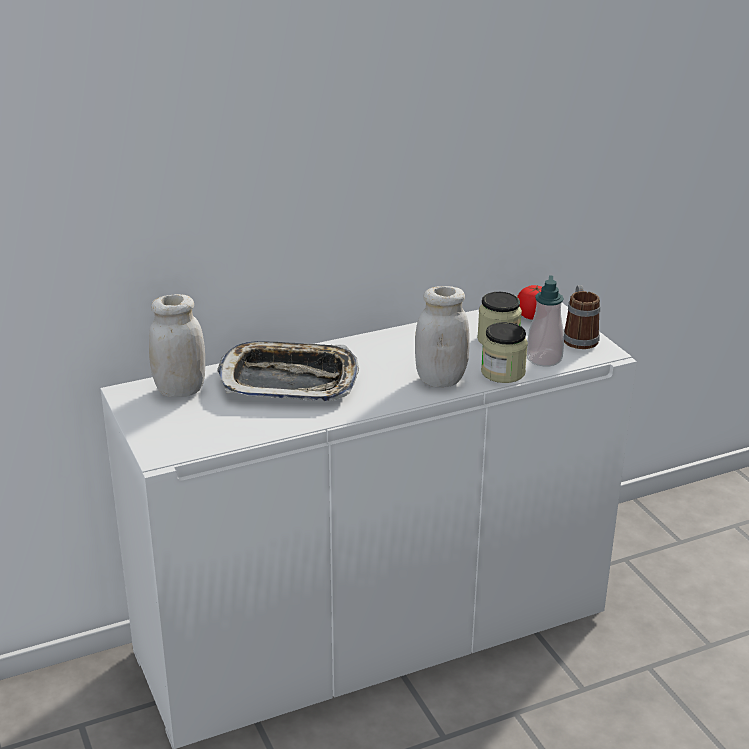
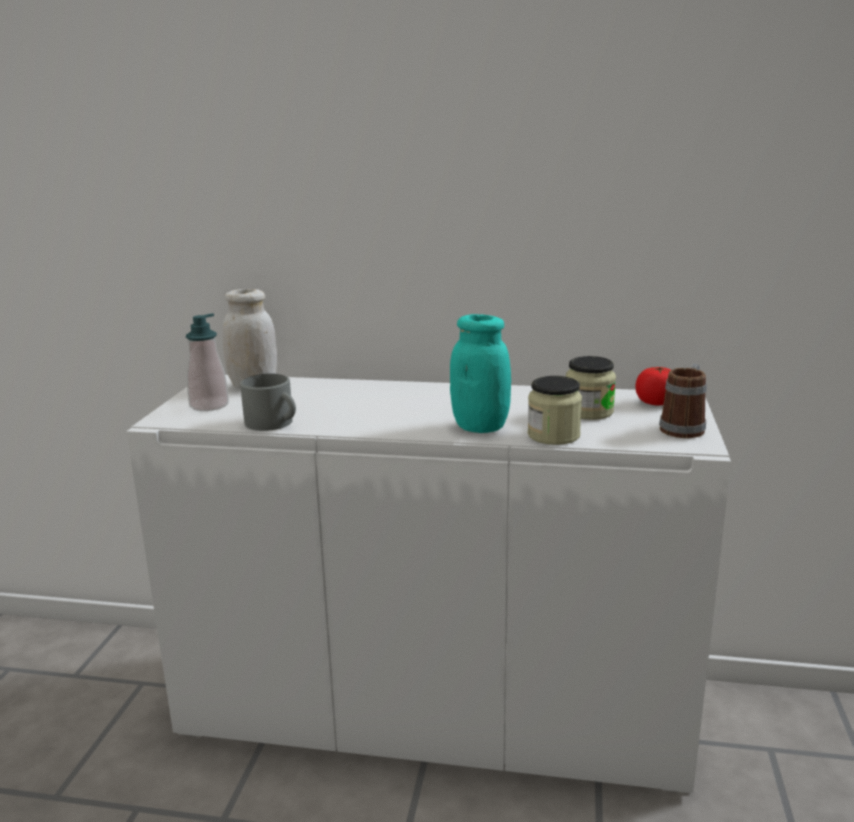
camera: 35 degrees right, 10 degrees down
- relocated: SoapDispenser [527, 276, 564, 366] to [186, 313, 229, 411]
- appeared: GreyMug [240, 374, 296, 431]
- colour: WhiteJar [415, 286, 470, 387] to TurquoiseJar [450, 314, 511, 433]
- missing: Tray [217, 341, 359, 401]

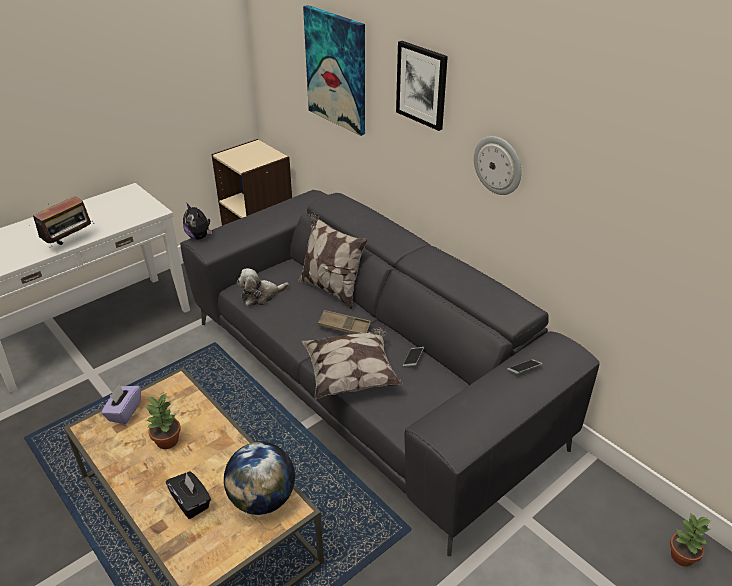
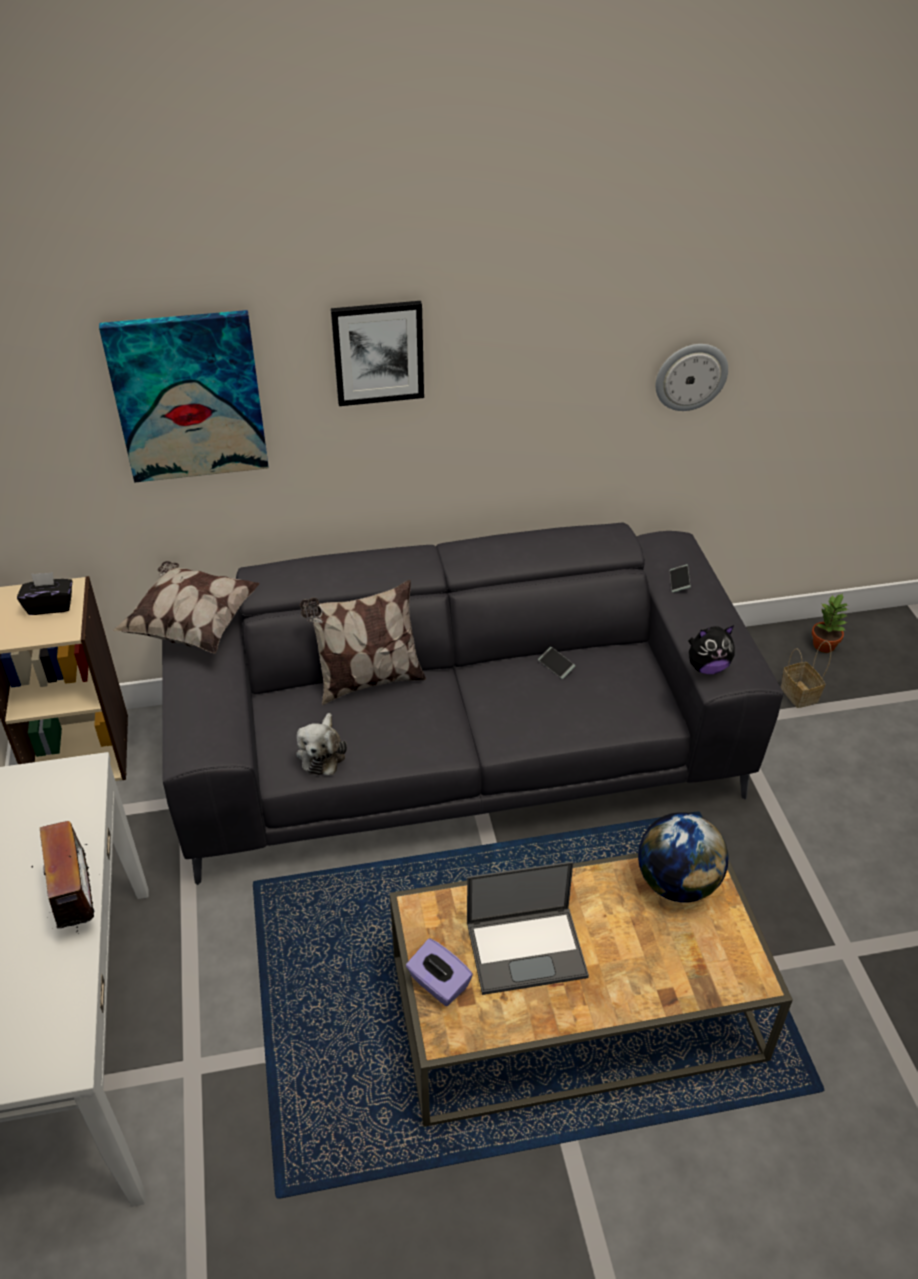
camera: 60 degrees left, 5 degrees up
- relocated: BlackTissueBox [166, 471, 211, 519] to [17, 572, 72, 615]
- relocated: Pillow [302, 327, 403, 400] to [112, 561, 259, 654]
- exchanged: PottedPlant [144, 392, 181, 449] to Laptop [467, 861, 589, 995]
- relocated: WallClock [474, 136, 522, 195] to [656, 344, 728, 411]
- relocated: PlushToy [183, 203, 212, 240] to [688, 625, 735, 674]
- appeared: Basket [781, 641, 831, 708]
- missing: BrownTray [318, 310, 371, 334]

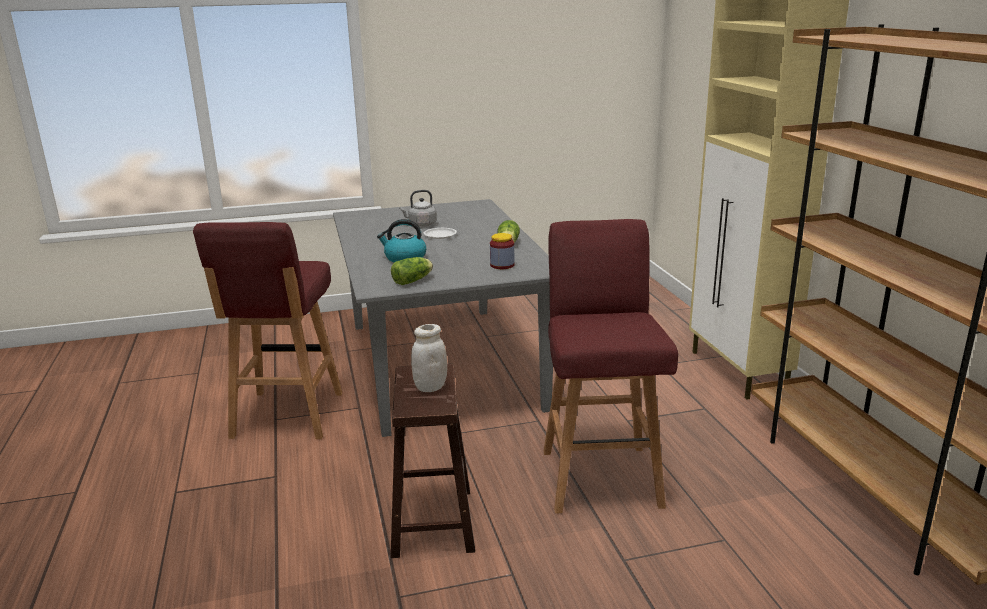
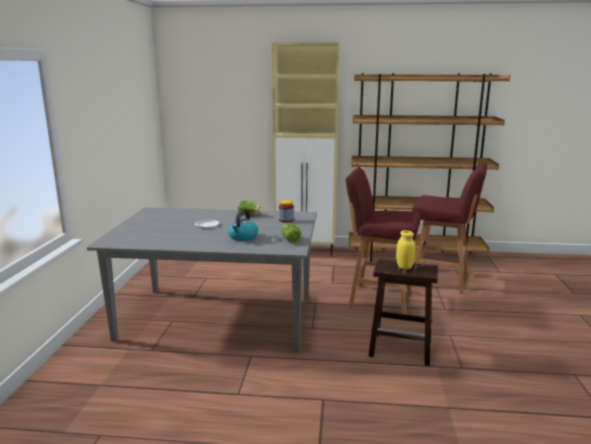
camera: 70 degrees left, 5 degrees down
- colour: WhiteJar [411, 324, 447, 392] to YellowJar [396, 230, 415, 269]
- relocated: RedStool [193, 222, 342, 439] to [411, 163, 487, 294]
- missing: GreyKettle [399, 190, 437, 227]

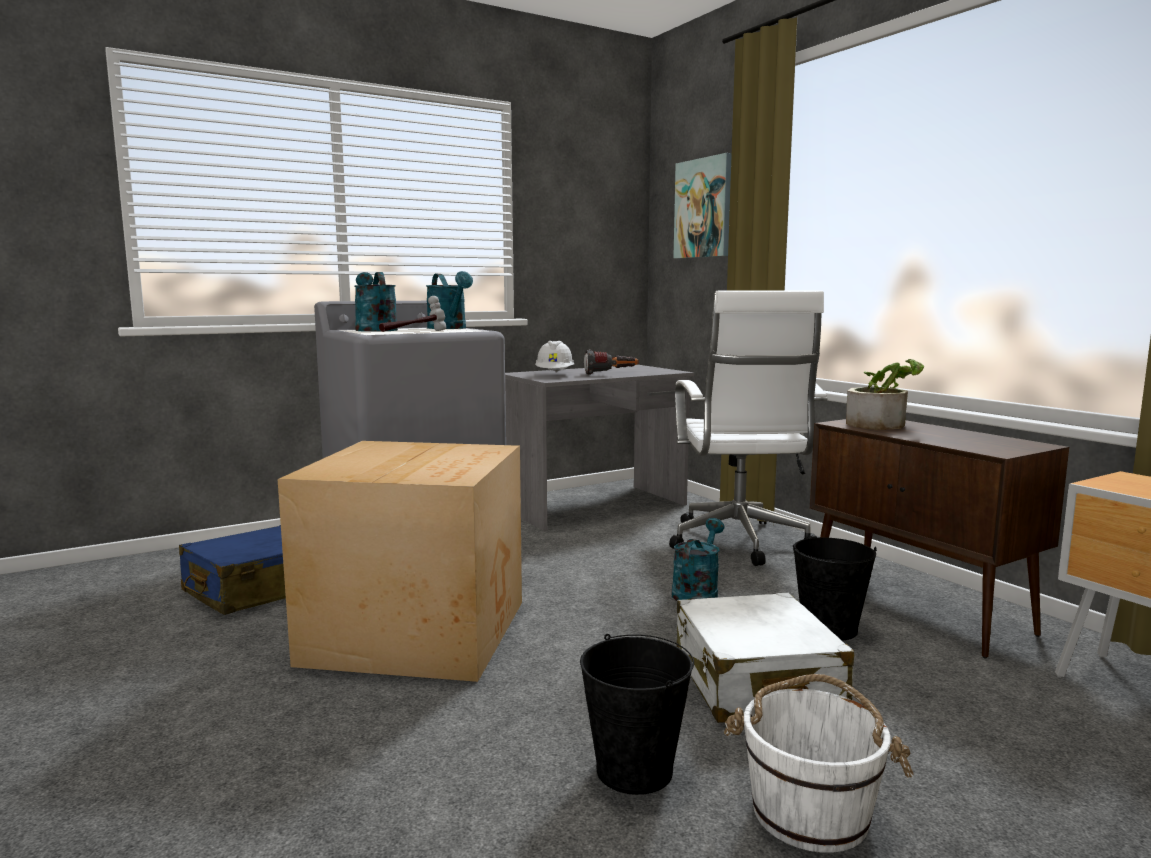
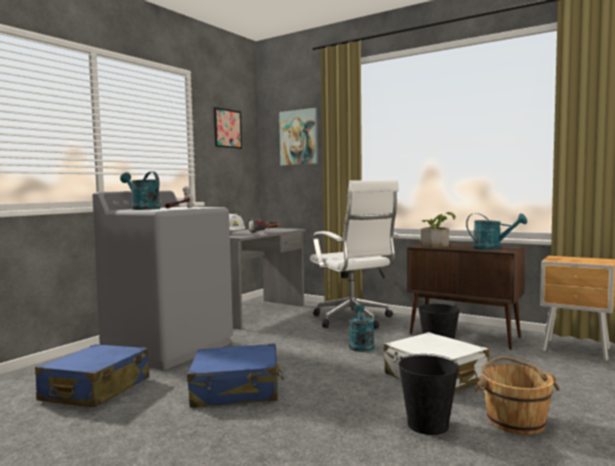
camera: 25 degrees left, 5 degrees down
- exchanged: CardboardBox [277, 441, 522, 682] to BlueSuitcase [187, 344, 284, 408]
- appeared: Picture [214, 107, 242, 149]
- relocated: TurquoiseWateringCan [426, 271, 473, 329] to [466, 213, 527, 250]
- colour: WhiteBucket [724, 674, 914, 853] to BrownBucket [474, 356, 560, 435]

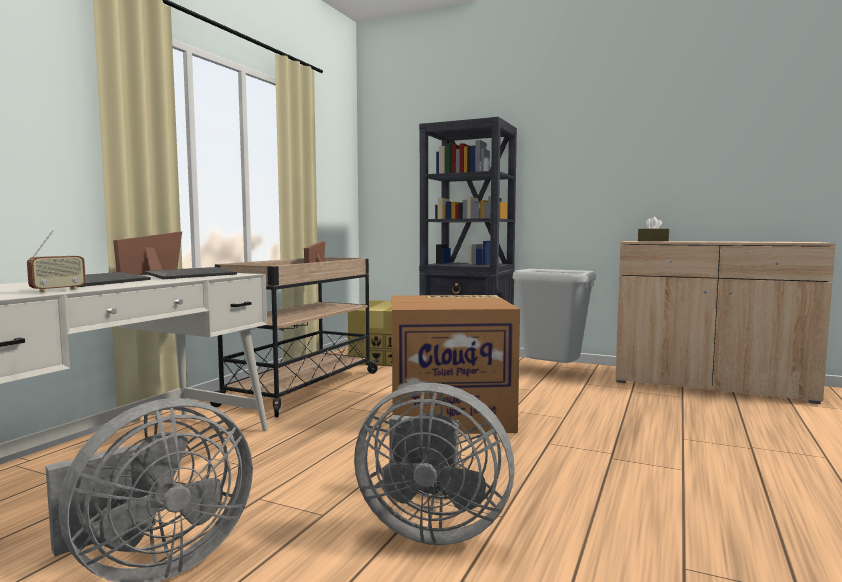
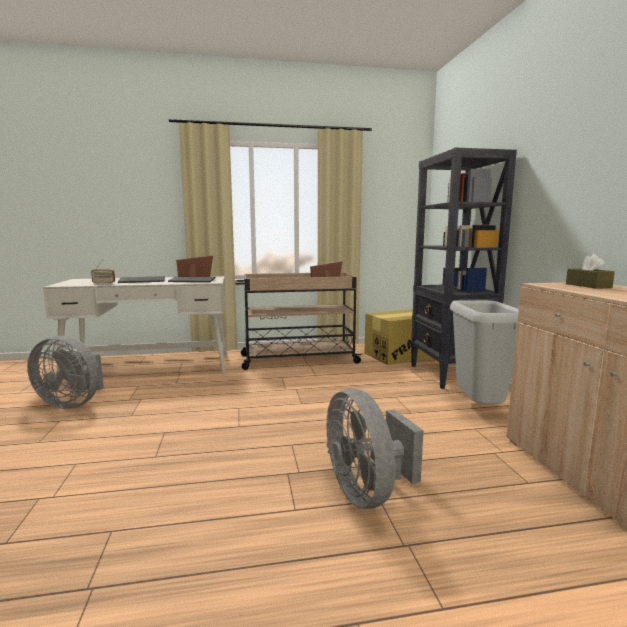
camera: 55 degrees right, 5 degrees up
- relocated: GreyFan [354, 383, 515, 545] to [327, 389, 424, 509]
- missing: CardboardBox [392, 295, 520, 434]

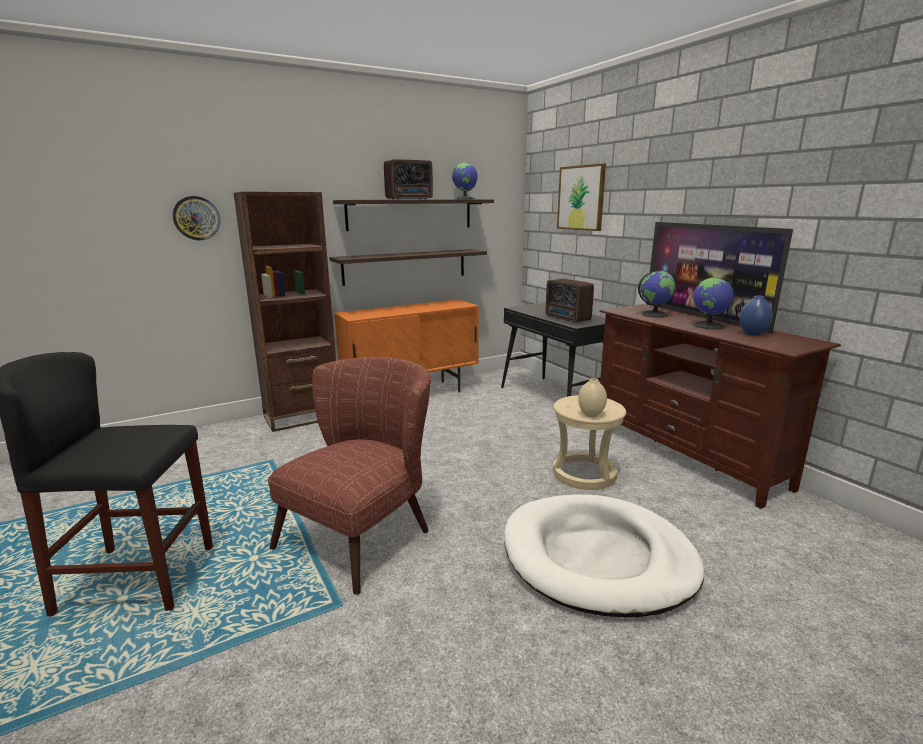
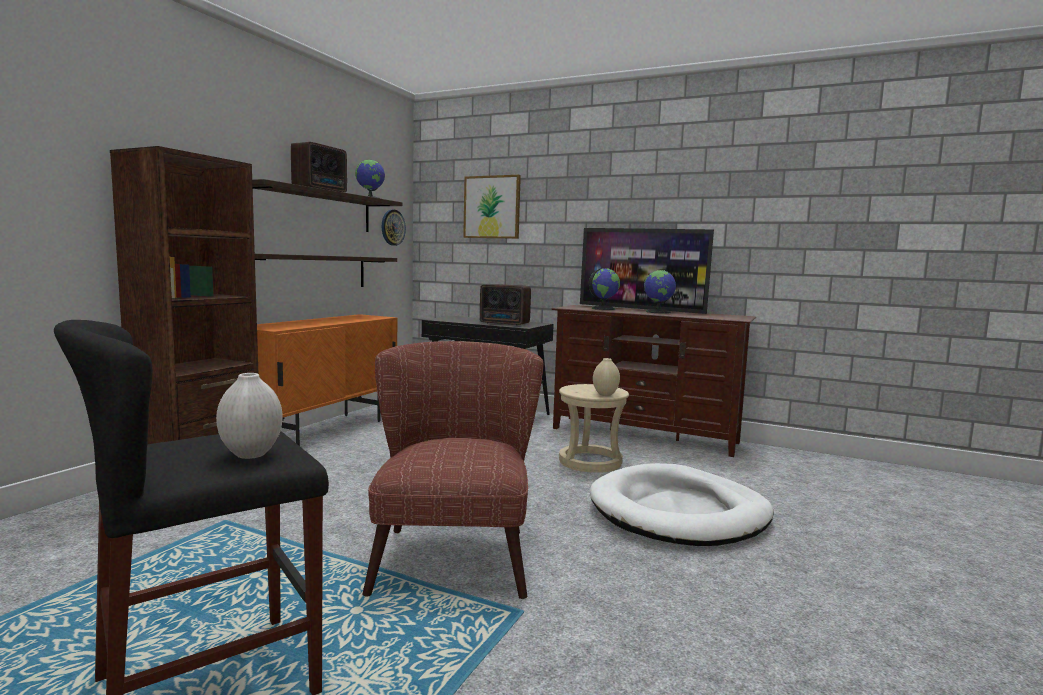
camera: 35 degrees left, 10 degrees down
- appeared: WhiteVase [216, 373, 283, 459]
- relocated: WallClock [173, 196, 220, 240] to [382, 210, 406, 246]
- missing: BlueVase [740, 295, 772, 336]

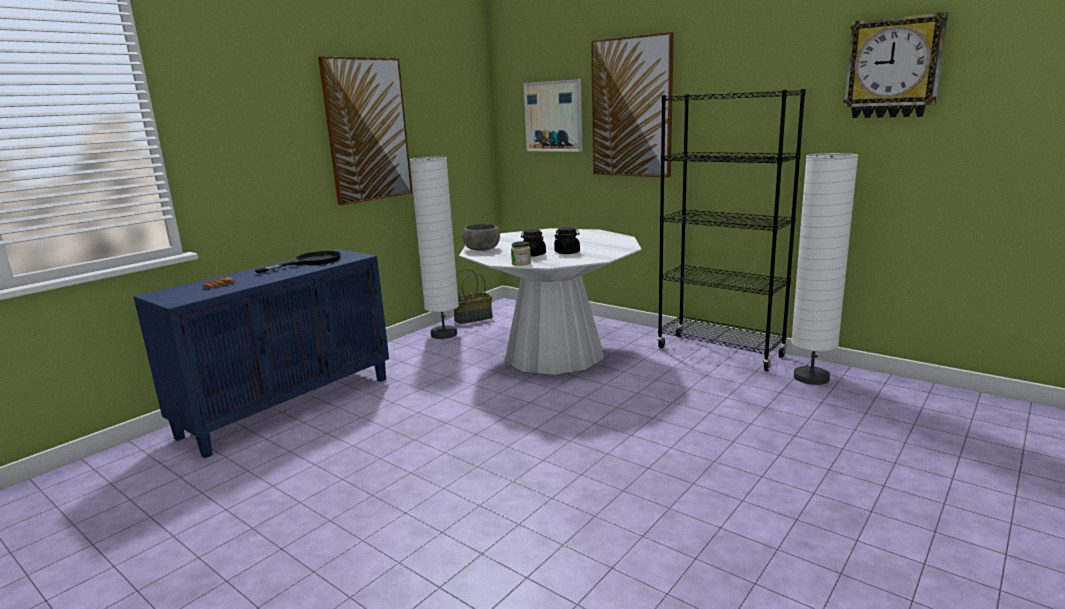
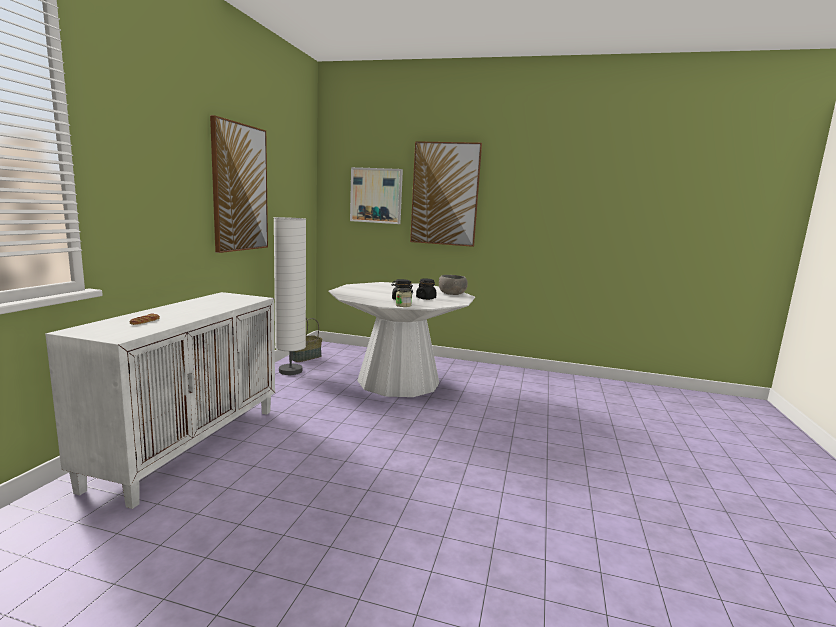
camera: 25 degrees left, 5 degrees down
- colour: BlueCabinet [133, 249, 389, 458] to WhiteCabinet [45, 292, 275, 509]
- relocated: GreyBowl [463, 224, 500, 251] to [439, 275, 468, 295]
- missing: BlackFryingPan [255, 251, 341, 274]
- missing: BlackBookcase [657, 89, 806, 371]
- missing: WhiteFloorLamp [791, 153, 858, 385]
- missing: WallClock [843, 12, 948, 118]

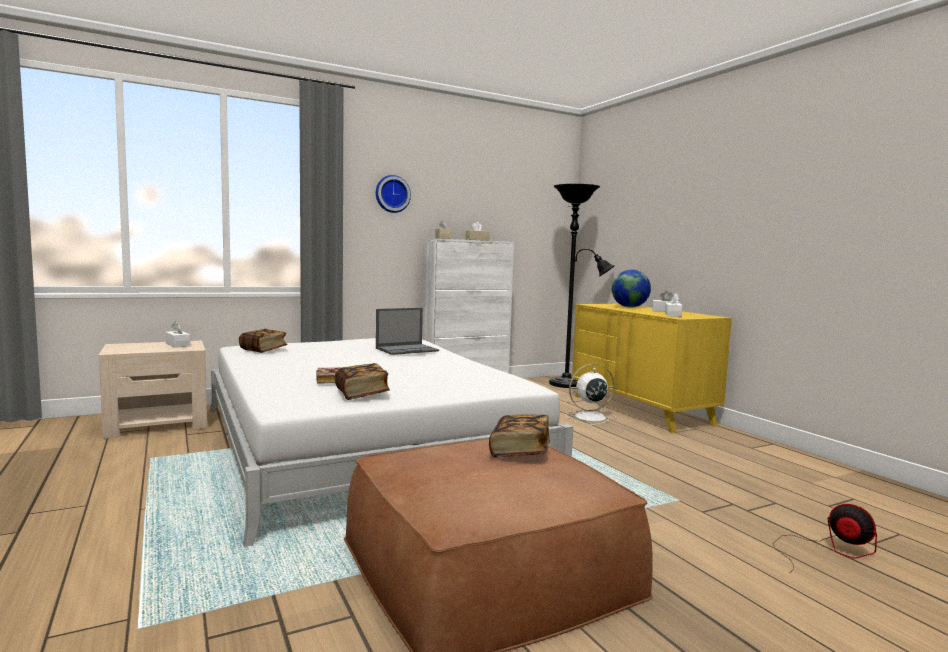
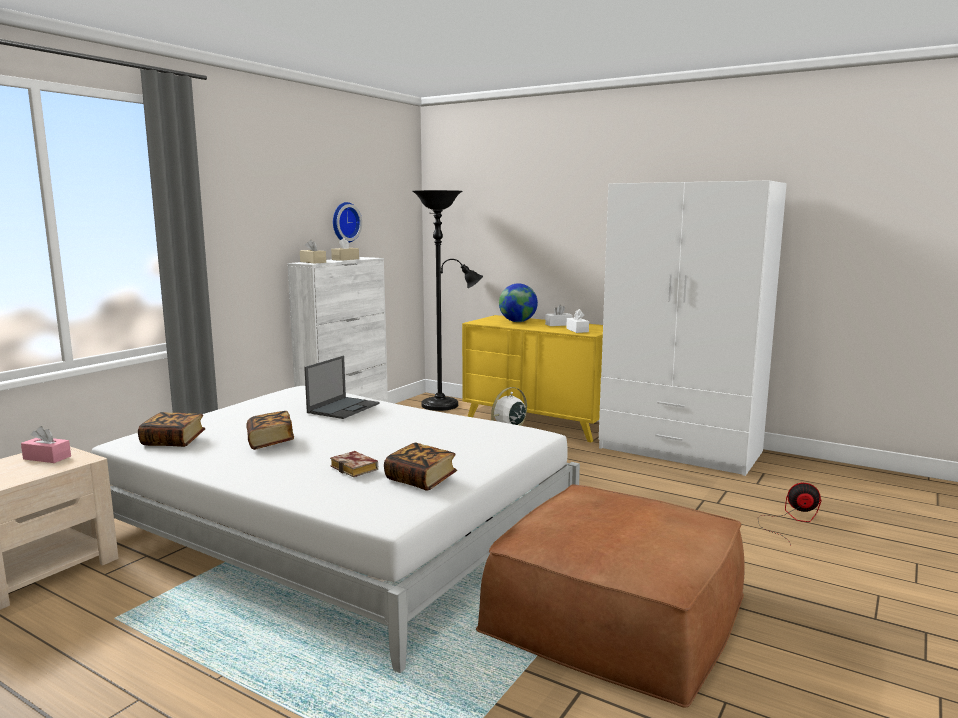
camera: 30 degrees left, 5 degrees up
- colour: WhiteTissueBox [165, 321, 191, 348] to PinkTissueBox [21, 426, 71, 463]
- relocated: Book [489, 415, 550, 458] to [246, 411, 294, 450]
- relocated: WallClock [376, 175, 411, 213] to [333, 202, 362, 243]
- appeared: WhiteWardrobe [599, 180, 787, 476]

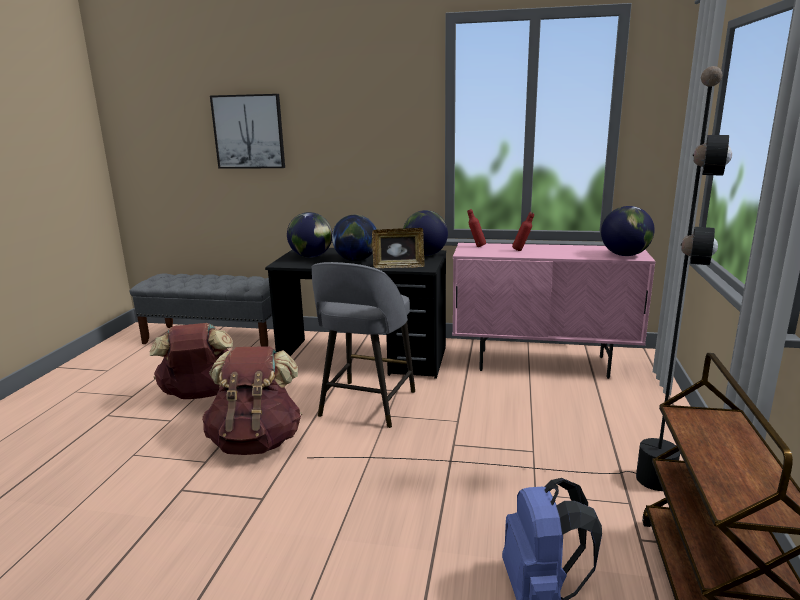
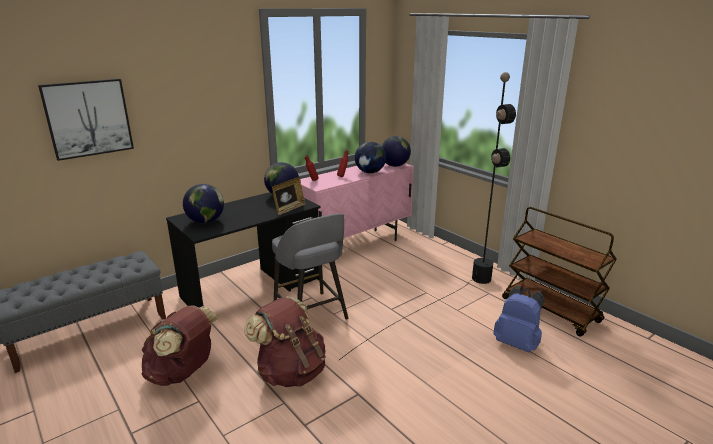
camera: 50 degrees left, 5 degrees up
- relocated: Globe [332, 214, 377, 261] to [355, 142, 386, 173]

